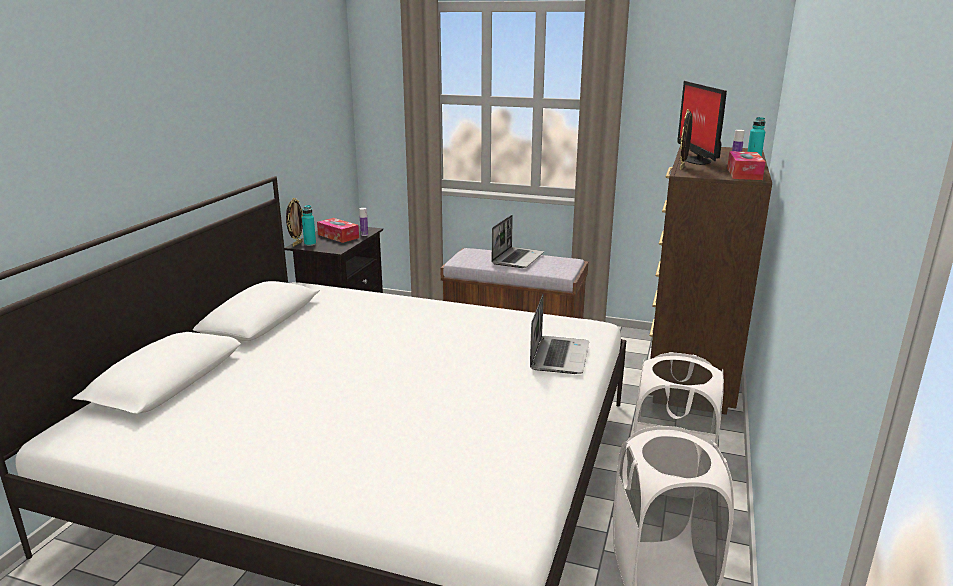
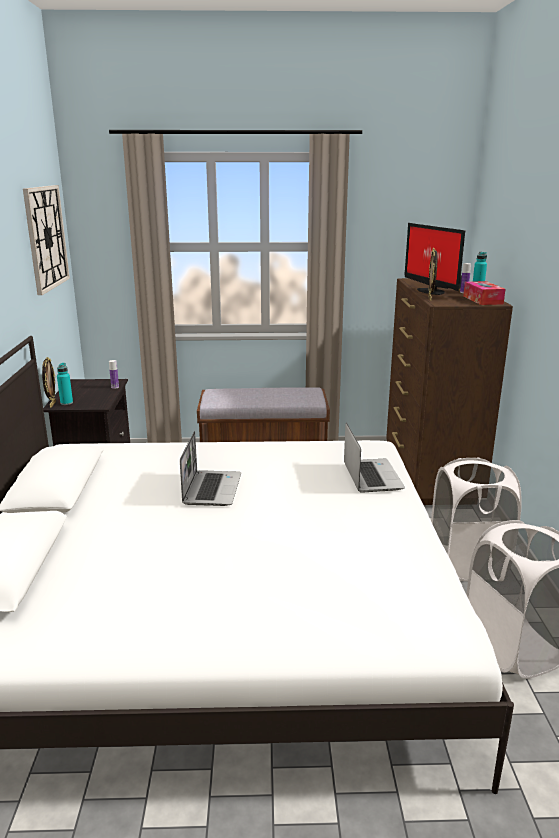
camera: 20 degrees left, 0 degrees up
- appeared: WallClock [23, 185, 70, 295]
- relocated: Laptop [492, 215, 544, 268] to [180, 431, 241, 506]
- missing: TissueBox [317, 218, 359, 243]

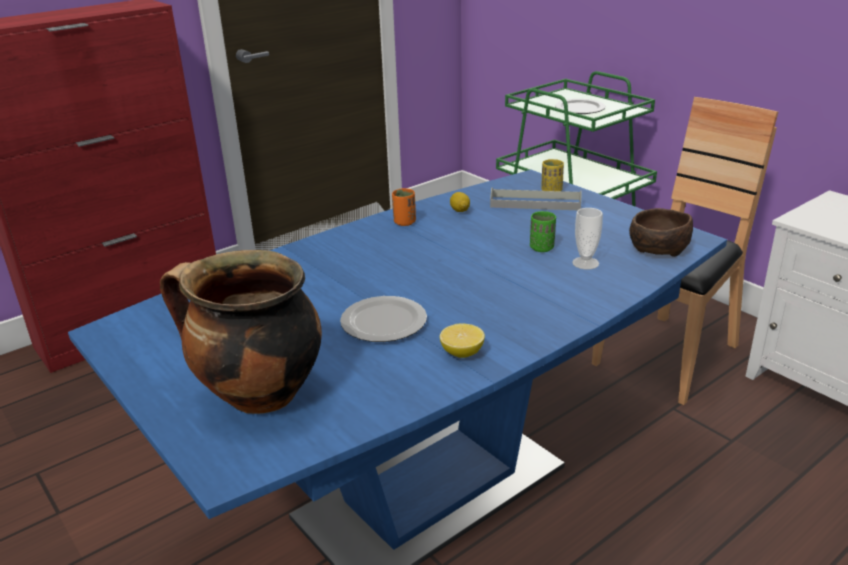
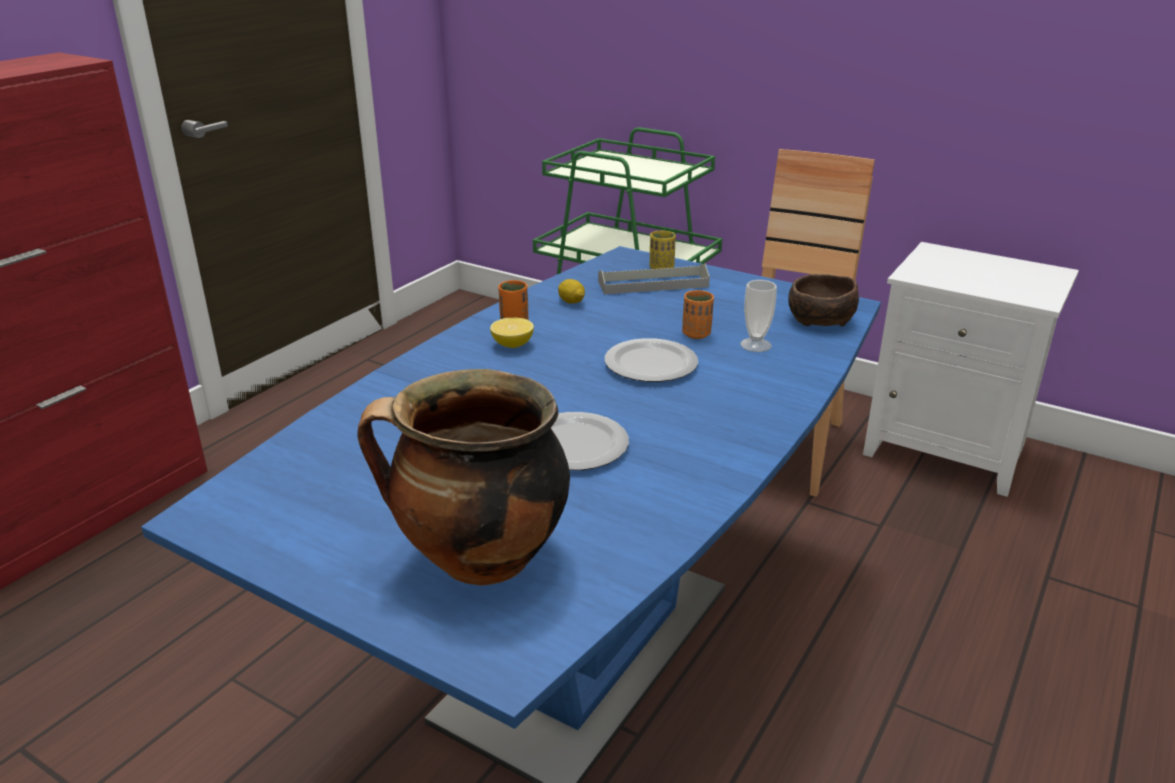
camera: 20 degrees left, 0 degrees up
- relocated: Lemon [440, 323, 485, 358] to [490, 318, 534, 348]
- relocated: Plate [555, 99, 606, 114] to [605, 338, 698, 382]
- colour: GreenCup [530, 211, 556, 252] to OrangeCup [682, 290, 714, 339]

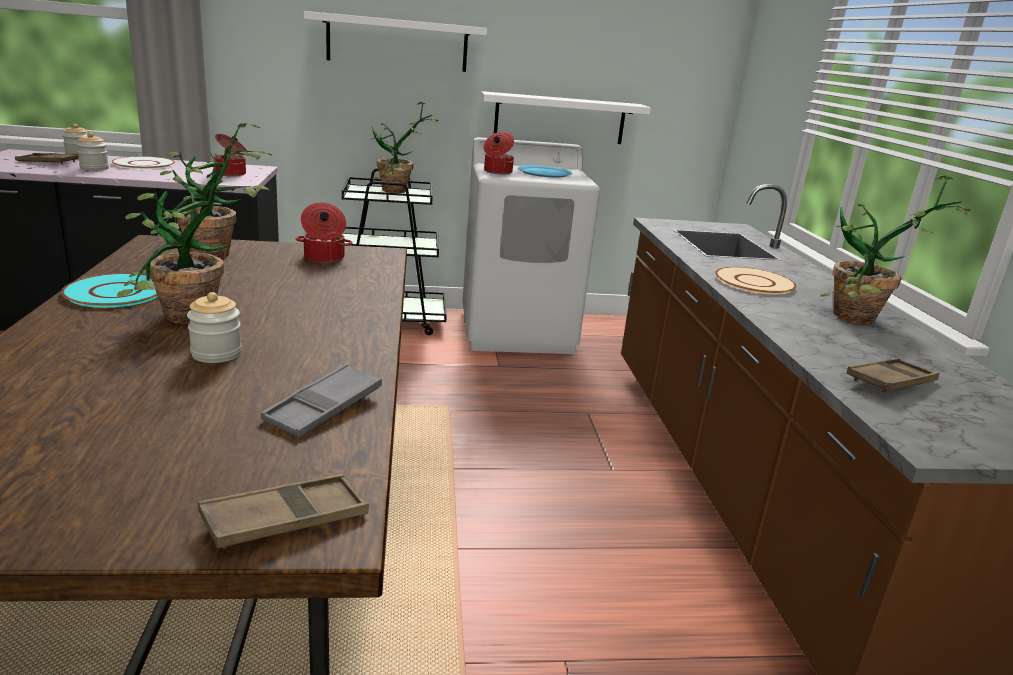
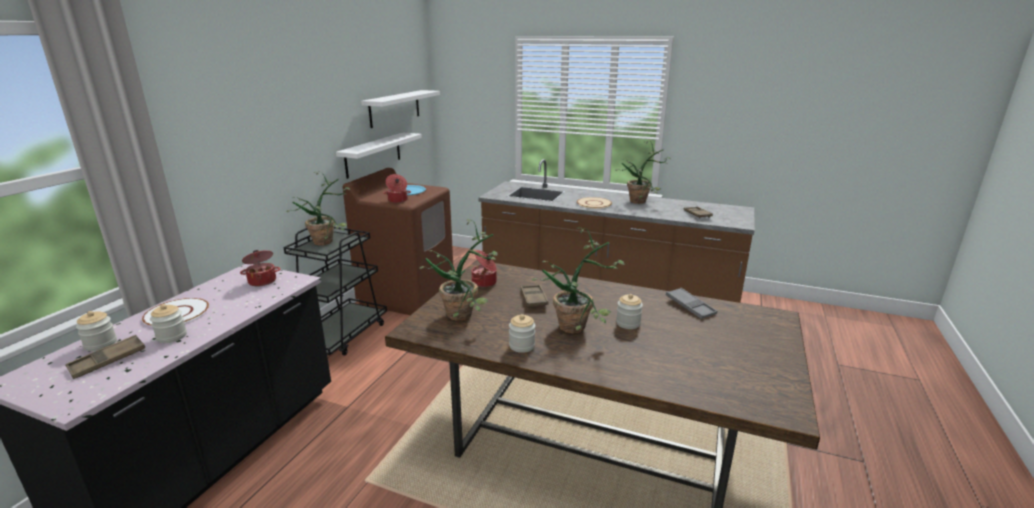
camera: 60 degrees left, 0 degrees up
- colour: WhiteWashingMachine [462, 137, 600, 354] to BrownWashingMachine [342, 168, 453, 315]
- relocated: WhiteShelf [304, 11, 487, 72] to [361, 90, 440, 128]
- exchanged: TurquoisePlate [61, 273, 158, 308] to Jar [509, 314, 536, 353]
- relocated: BrownTray [198, 474, 369, 549] to [521, 285, 549, 308]

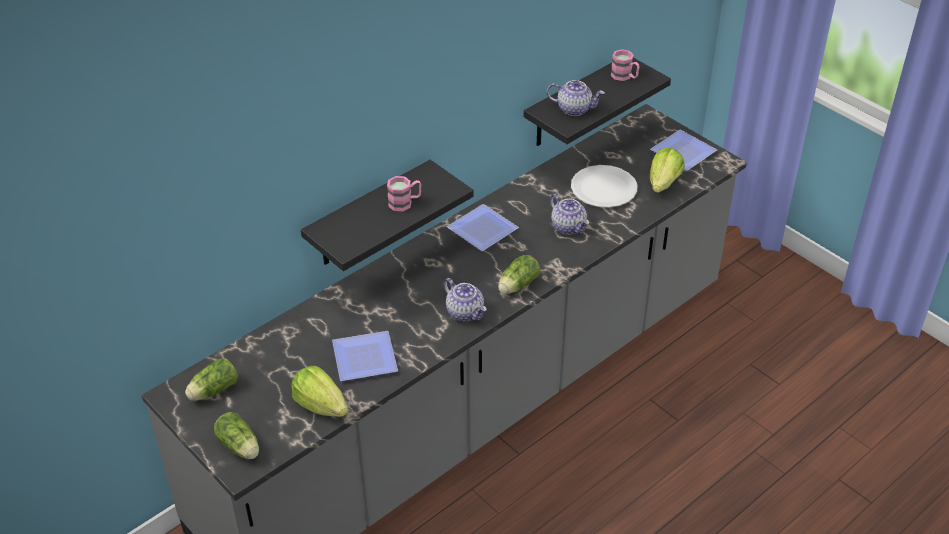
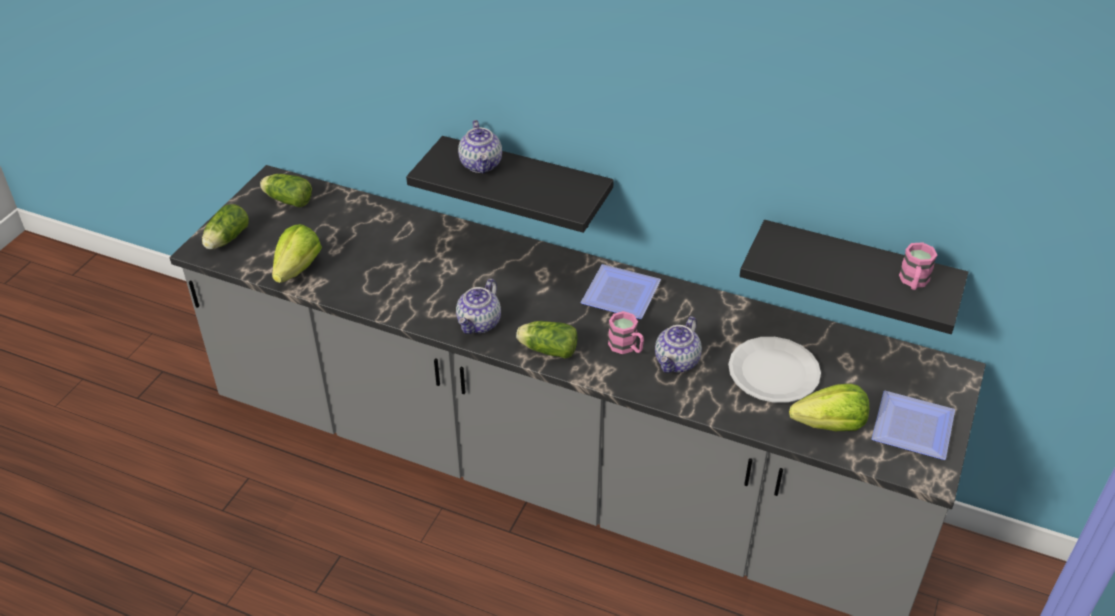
camera: 65 degrees right, 0 degrees up
- relocated: Teapot [547, 80, 605, 116] to [458, 120, 502, 174]
- relocated: PinkMug [387, 176, 421, 211] to [608, 311, 644, 354]
- missing: Plate [332, 331, 398, 381]

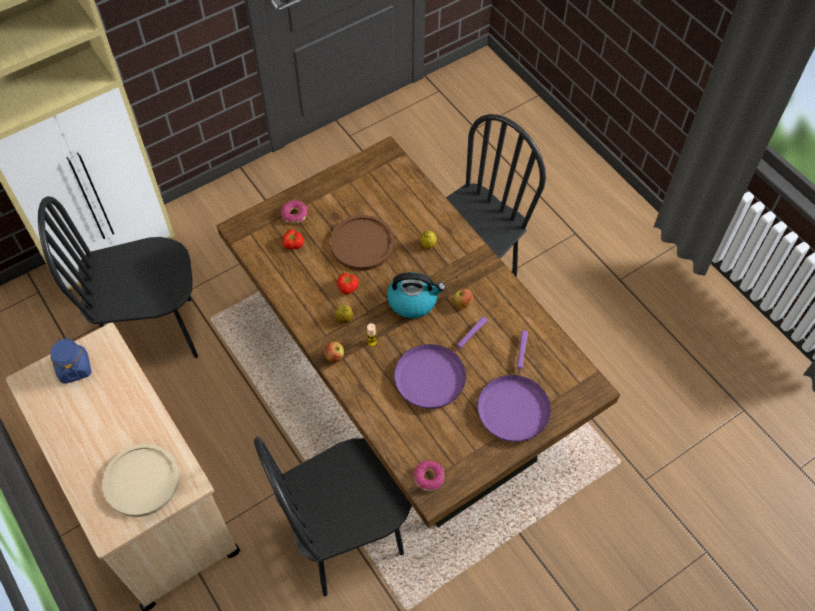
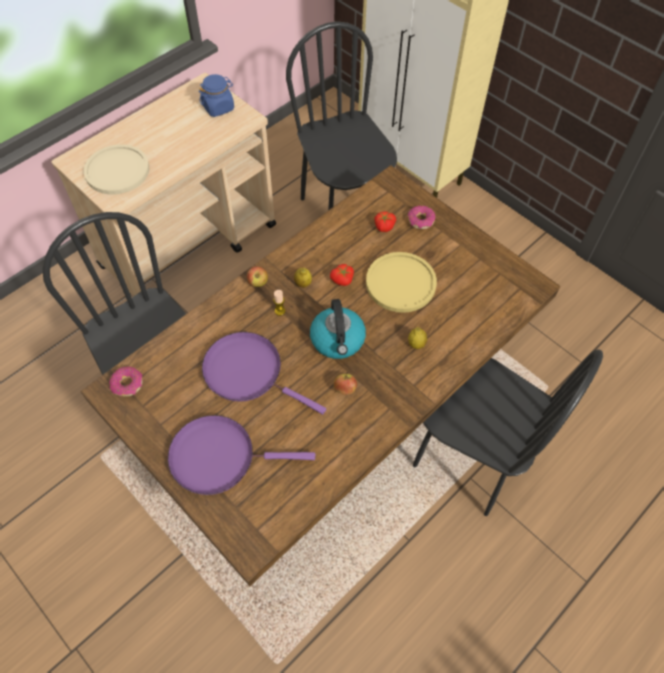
camera: 80 degrees right, 0 degrees up
- colour: BrownPlate [330, 215, 394, 271] to YellowPlate [366, 252, 437, 313]

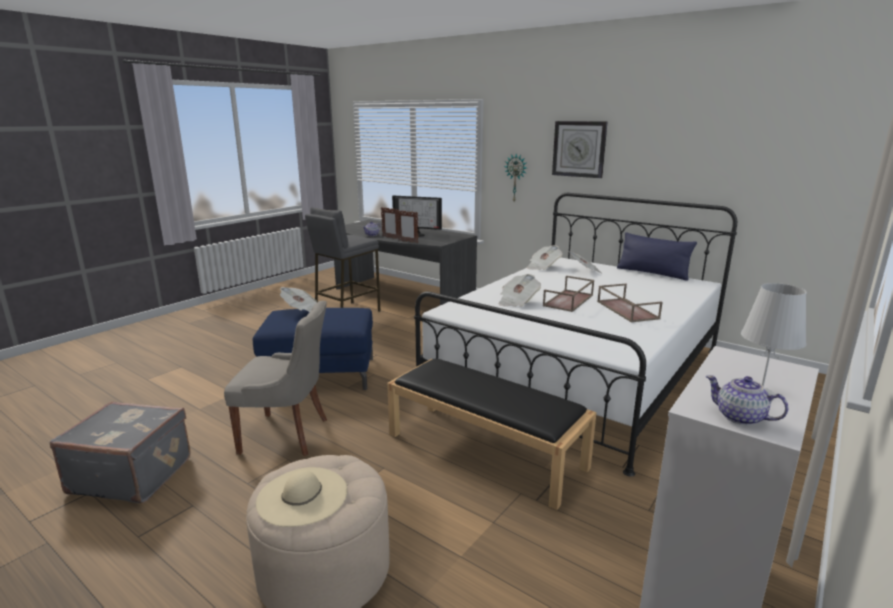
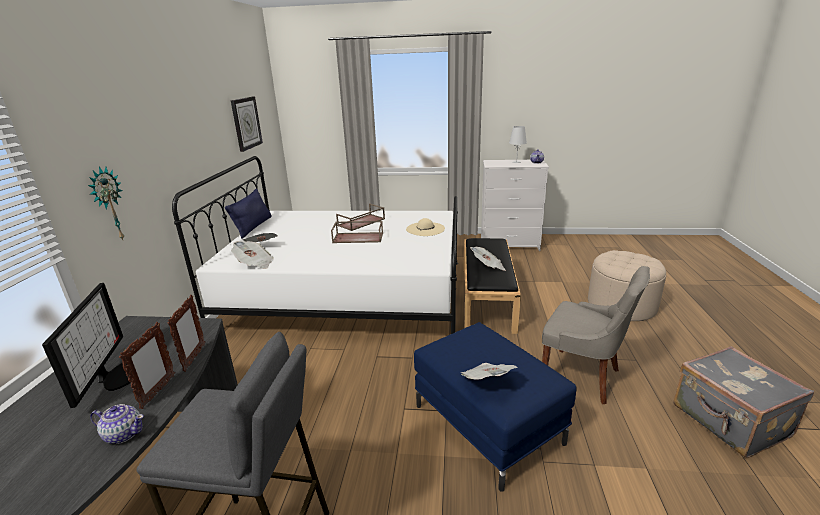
camera: 120 degrees left, 5 degrees up
- relocated: WallClock [552, 121, 608, 178] to [231, 97, 263, 152]
- relocated: BeigeHat [256, 467, 347, 527] to [406, 218, 445, 236]
- relocated: Newspaper [499, 274, 541, 307] to [470, 247, 506, 271]
- spun: GreyChair [224, 301, 327, 456] = [542, 266, 650, 404] 150 degrees clockwise

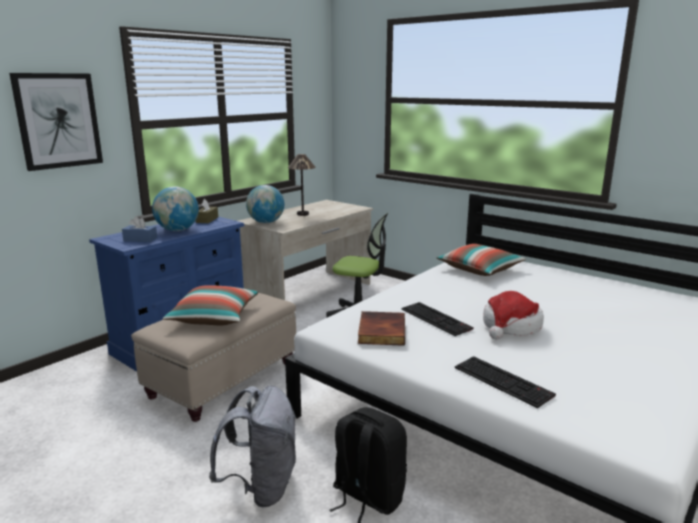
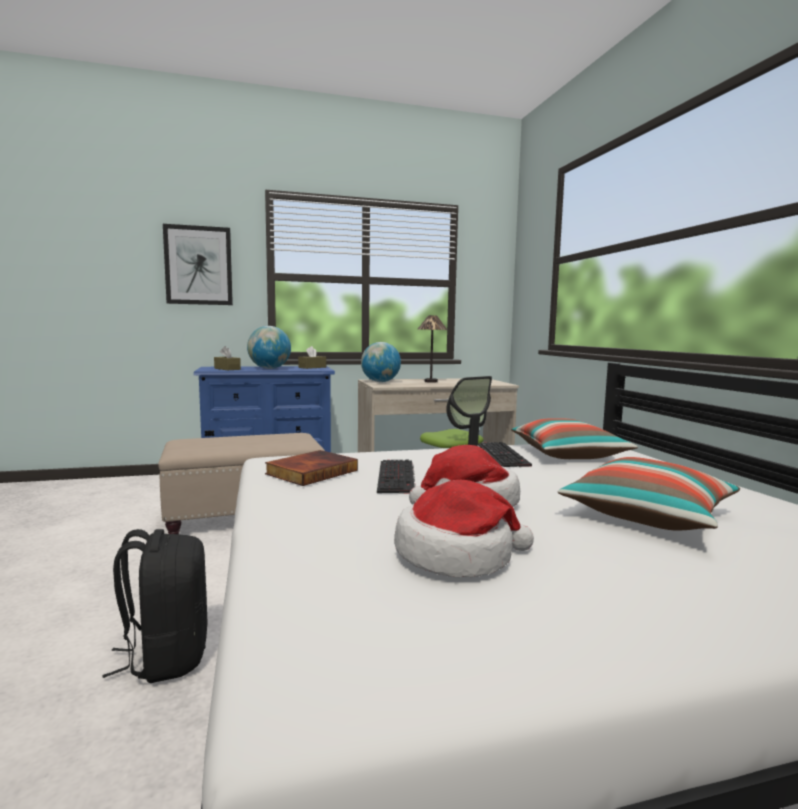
camera: 35 degrees right, 10 degrees down
- colour: BlueTissueBox [122, 216, 157, 242] to BrownTissueBox [214, 346, 241, 370]
- appeared: Hat [394, 480, 534, 577]
- relocated: Keyboard [455, 356, 556, 408] to [478, 442, 532, 467]
- relocated: Pillow [163, 285, 259, 325] to [558, 457, 740, 530]
- missing: GreyBackpack [209, 385, 296, 508]

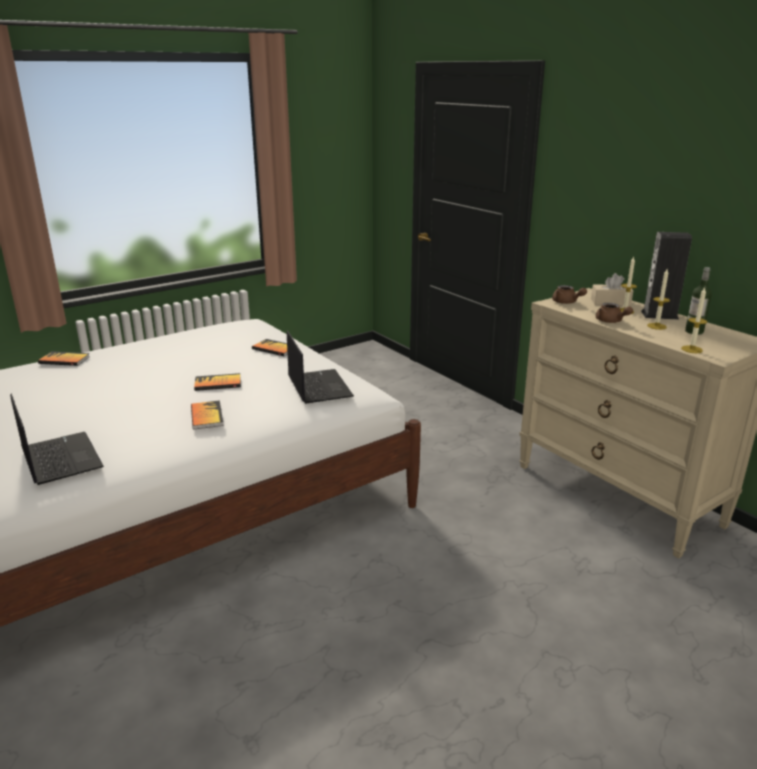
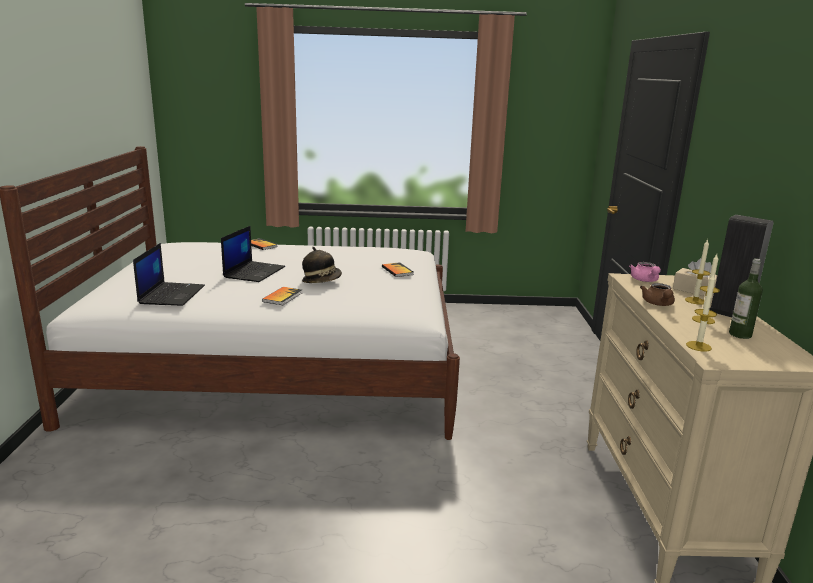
camera: 35 degrees right, 5 degrees down
- relocated: Laptop [287, 330, 354, 404] to [221, 226, 285, 282]
- exchanged: Book [194, 373, 241, 391] to Hat [302, 247, 342, 283]
- colour: BrownTeapot [552, 285, 587, 304] to PinkTeapot [629, 262, 661, 282]

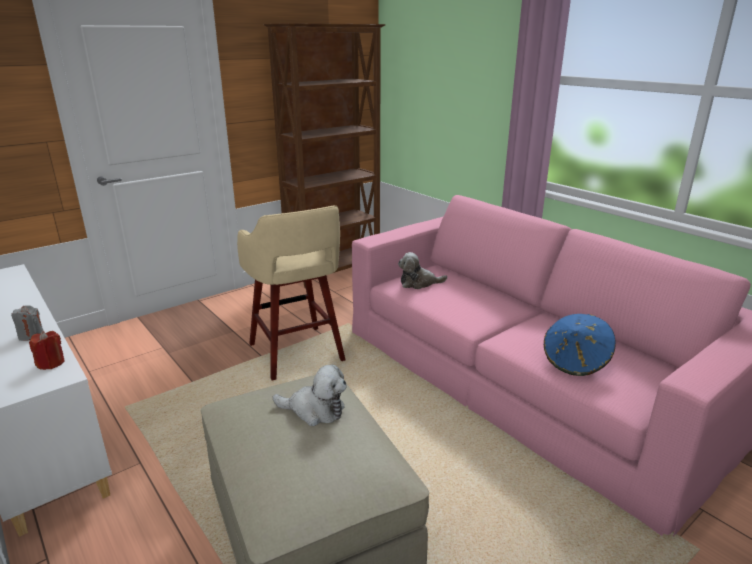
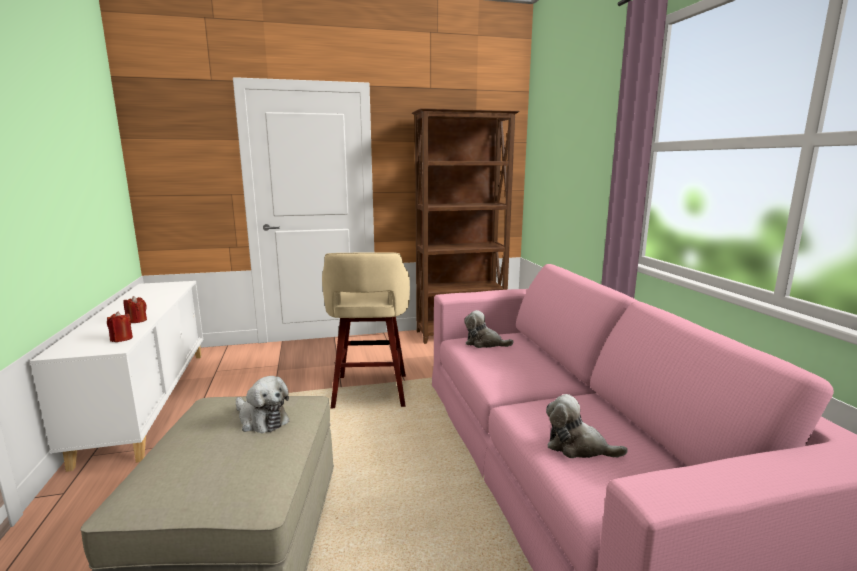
camera: 25 degrees right, 10 degrees down
- colour: GreyCandle [11, 305, 43, 341] to RedCandle [123, 296, 147, 323]
- exchanged: BlueHat [544, 314, 616, 376] to PlushToy [546, 394, 628, 458]

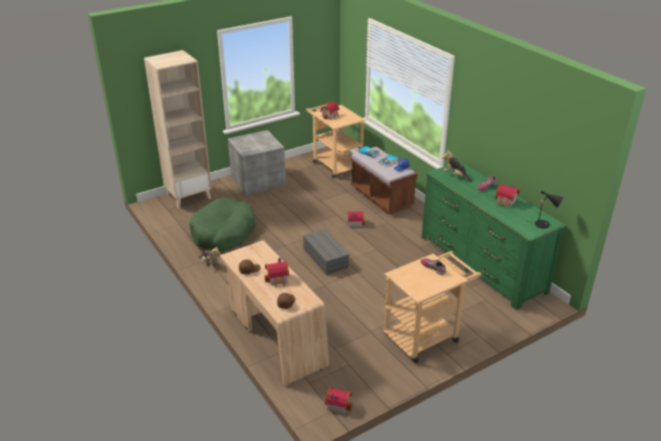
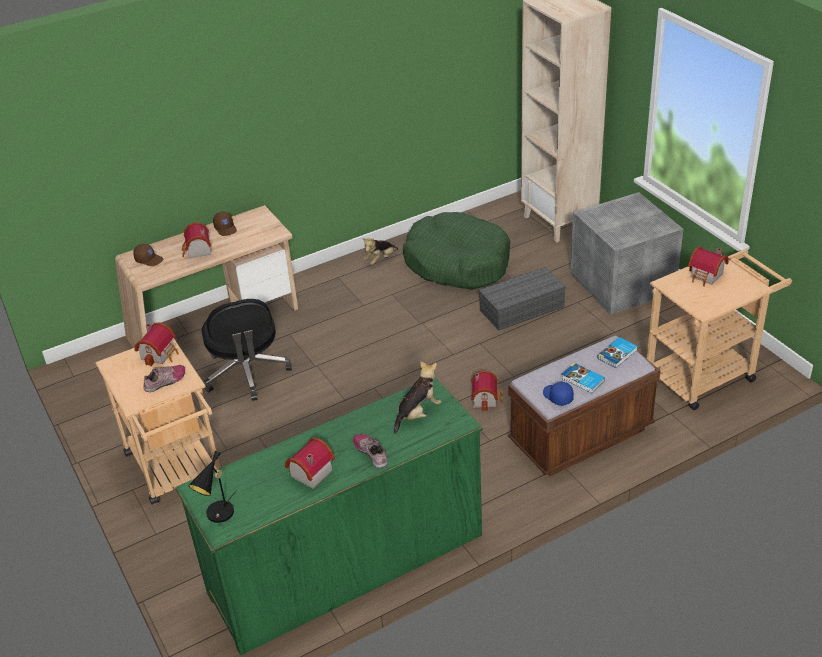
camera: 95 degrees right, 5 degrees up
- relocated: ToyHouse [325, 387, 352, 414] to [135, 323, 179, 366]
- appeared: BlackOfficeChair [202, 299, 292, 401]
- relocated: GreyStorageBox [303, 229, 349, 275] to [479, 267, 566, 331]

